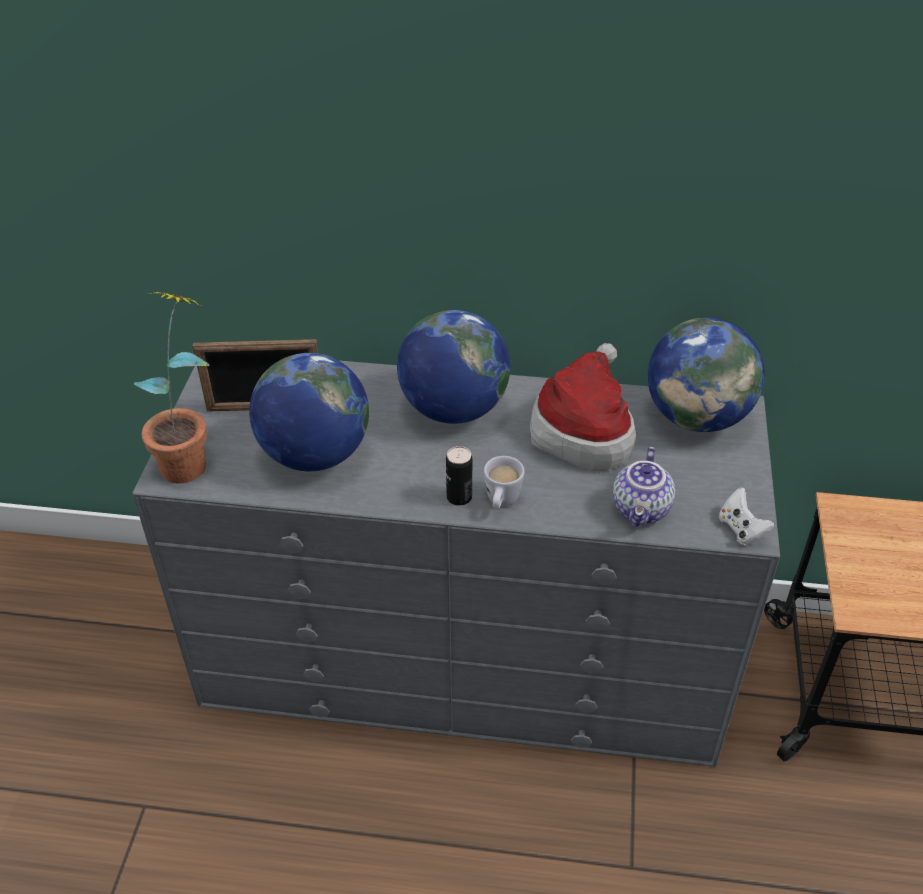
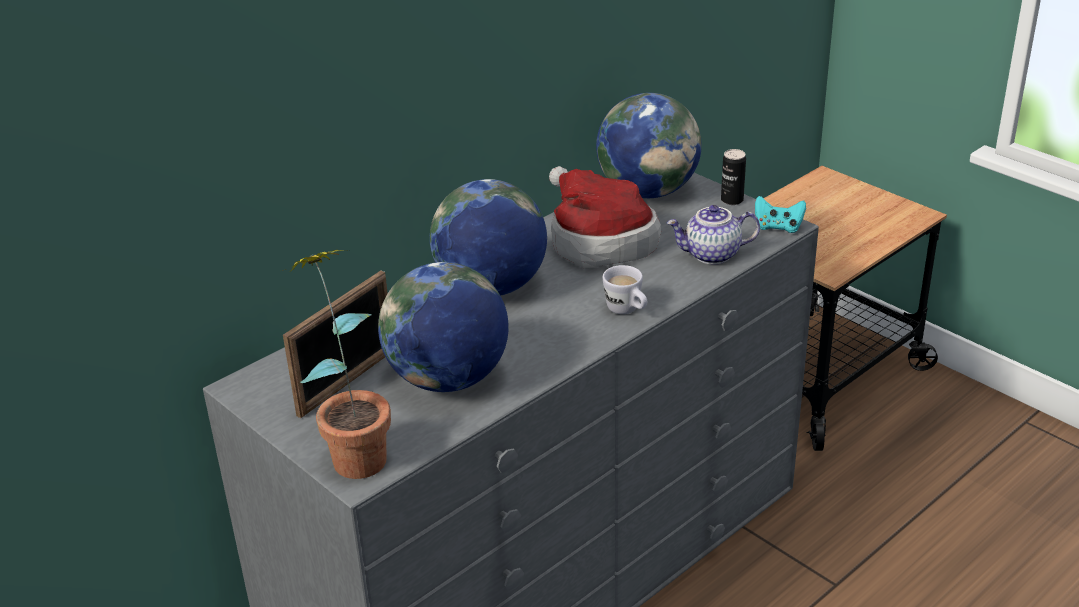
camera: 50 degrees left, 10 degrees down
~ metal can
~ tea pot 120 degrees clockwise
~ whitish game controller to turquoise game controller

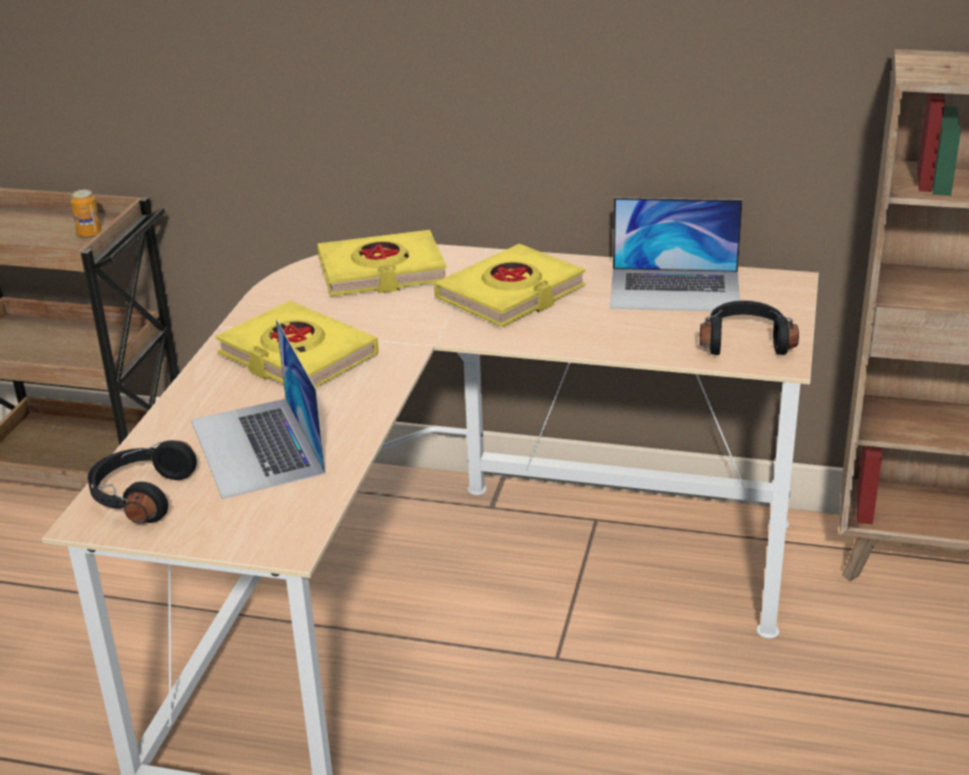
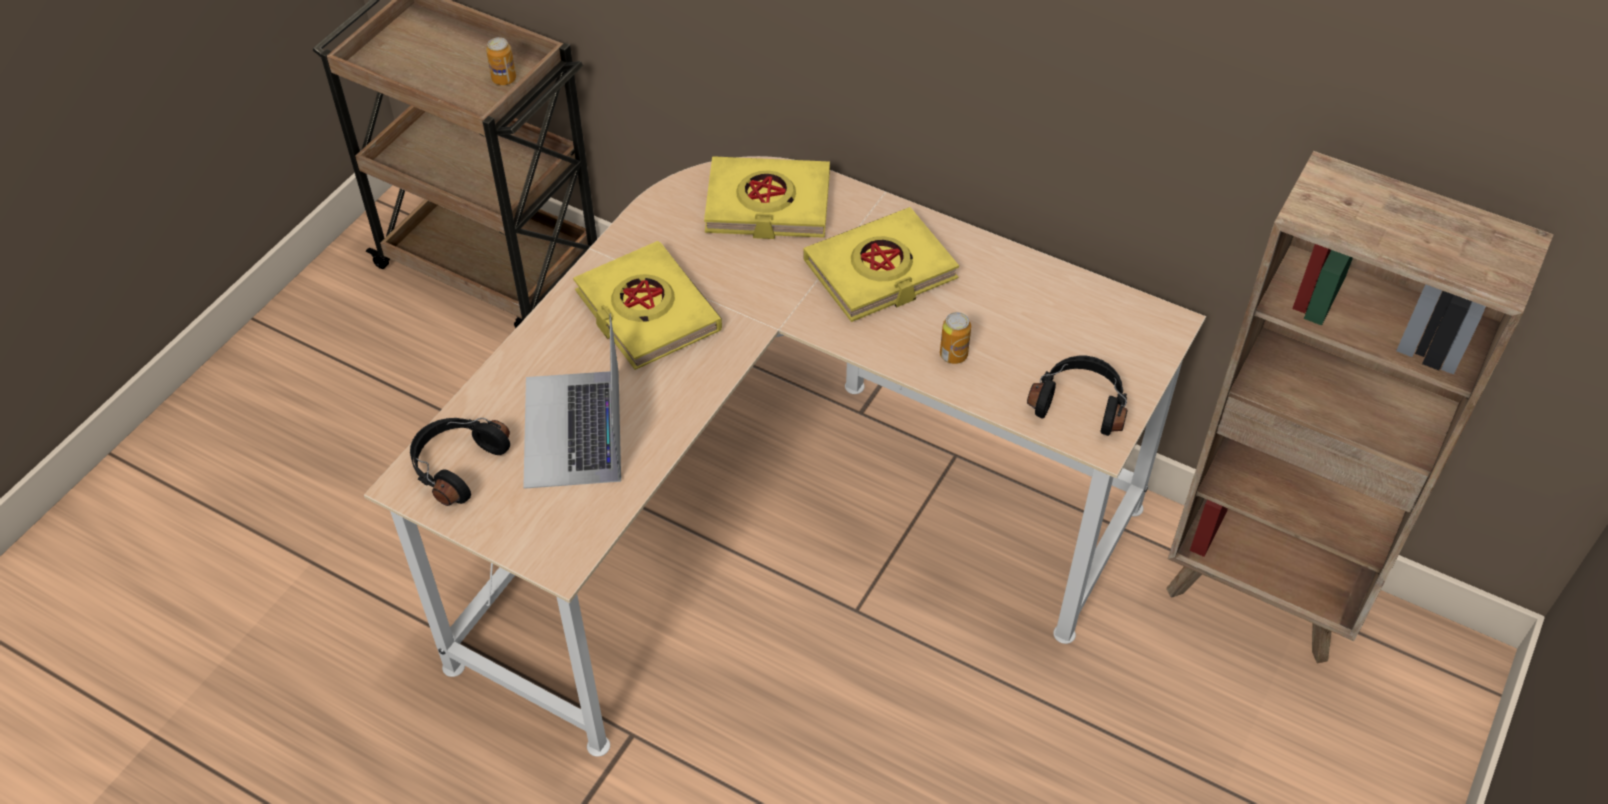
camera: 15 degrees right, 20 degrees up
- laptop (2nd from left)
+ metal can (2nd from left)

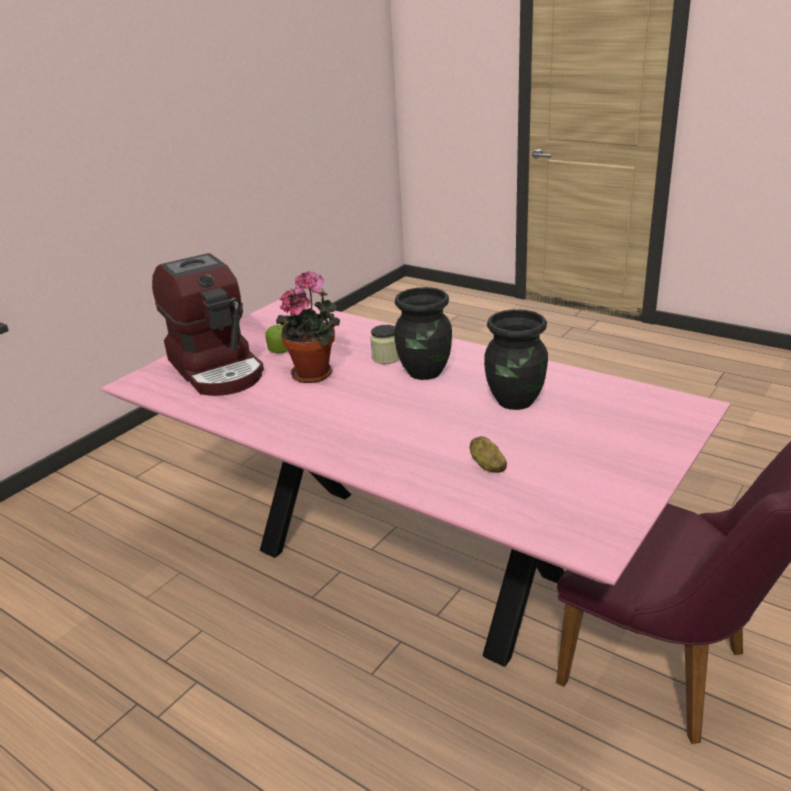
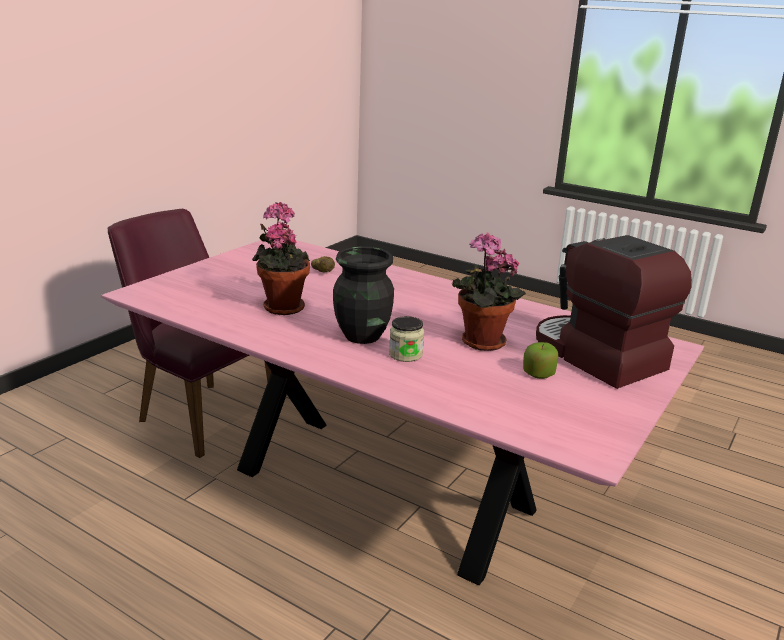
camera: 175 degrees right, 5 degrees down
~ black-coloured flower vase (2nd from left) to potted plant (1st from left)

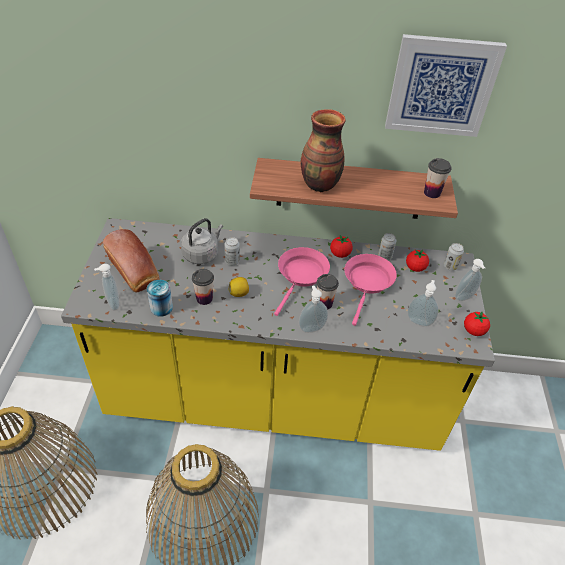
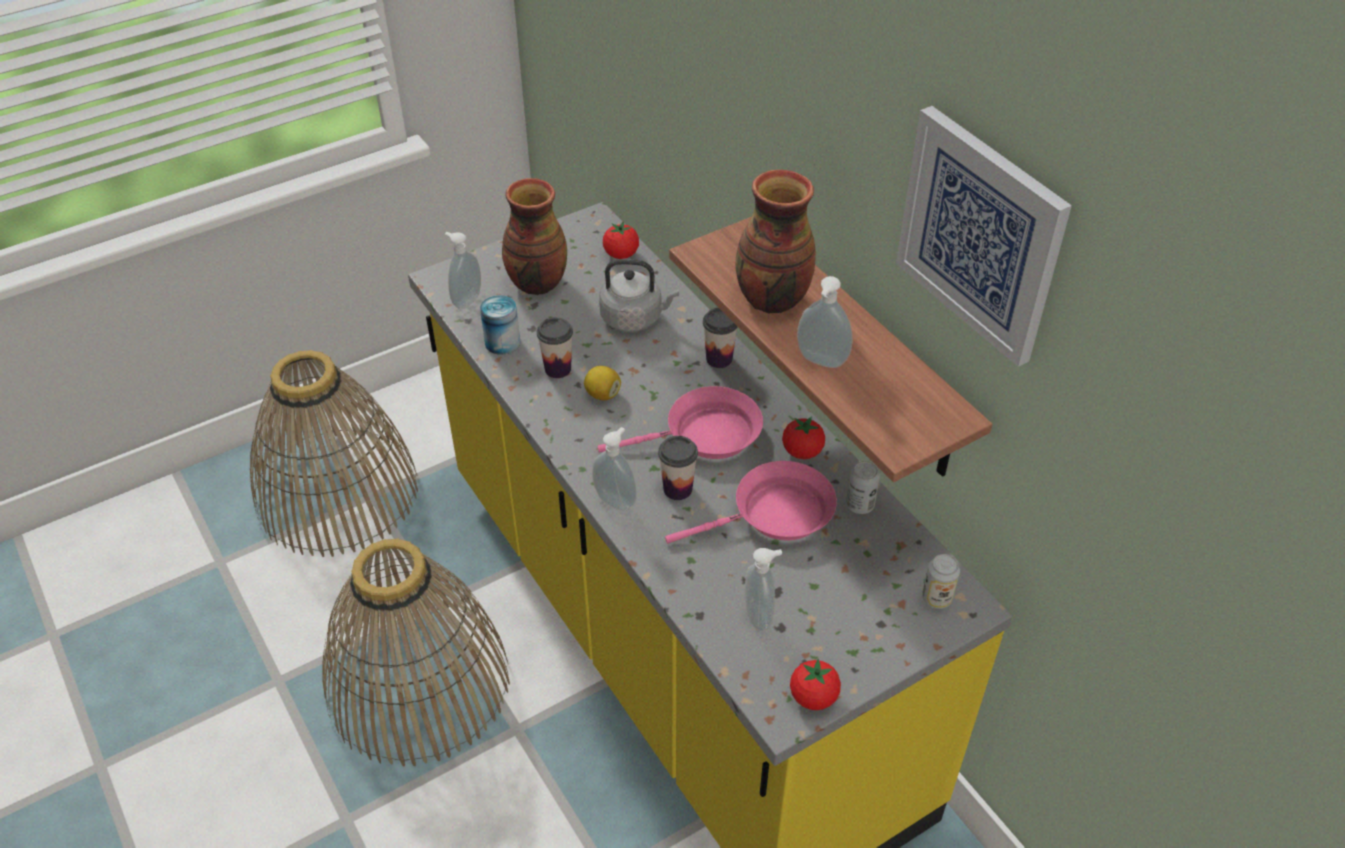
camera: 55 degrees right, 0 degrees up
~ drinking cup (3rd from left)
~ bread to flower vase (1st from left)
- metal can (2nd from left)
~ whole tomato (2nd from left in the first image) to whole tomato (1st from left)
~ liquid soap bottle (4th from left)

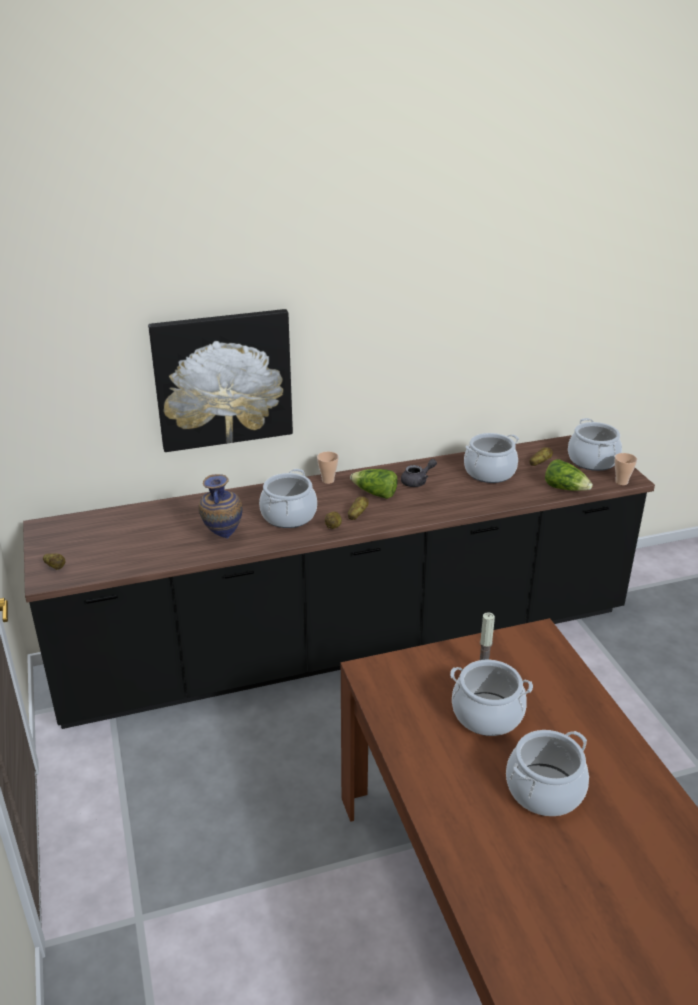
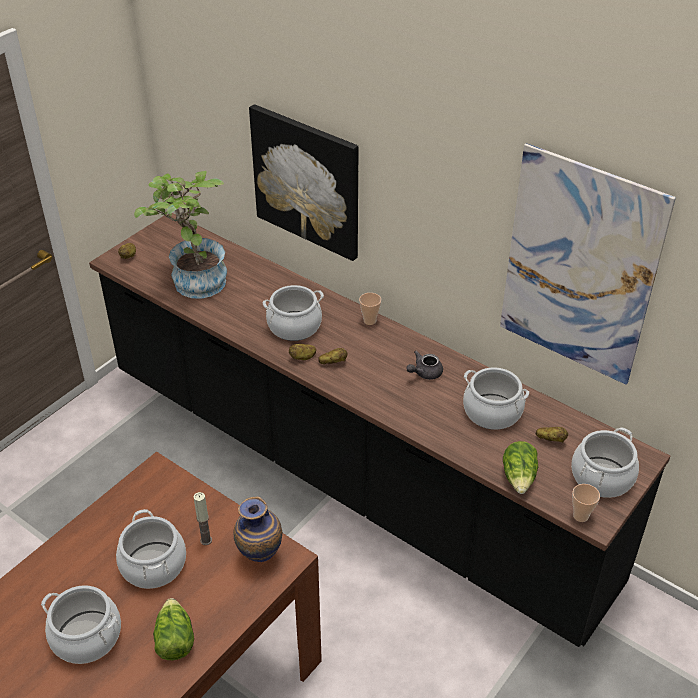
camera: 55 degrees right, 10 degrees up
~ grey tea pot 120 degrees clockwise
~ head of lettuce (1st from left)
~ flower vase
+ wall picture (2nd from left)
+ potted plant

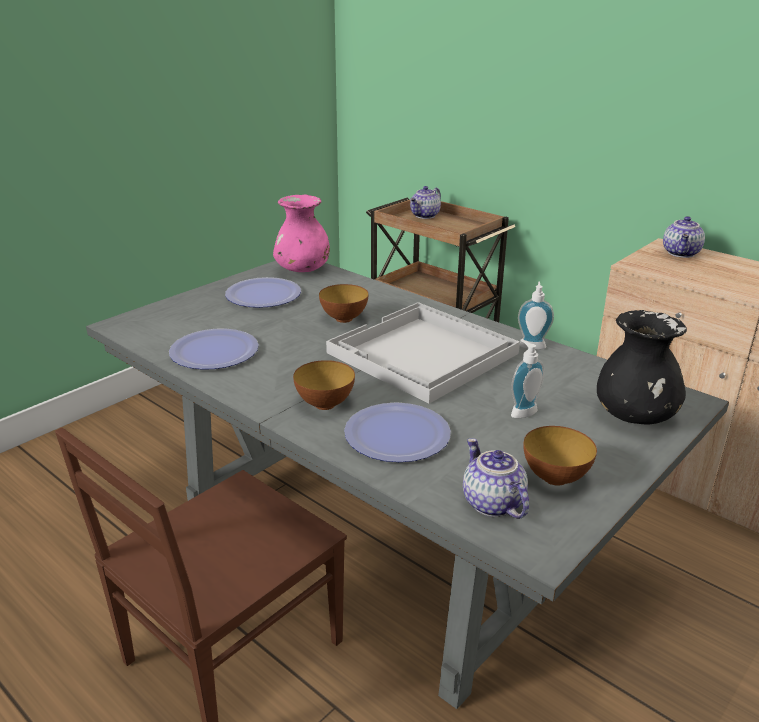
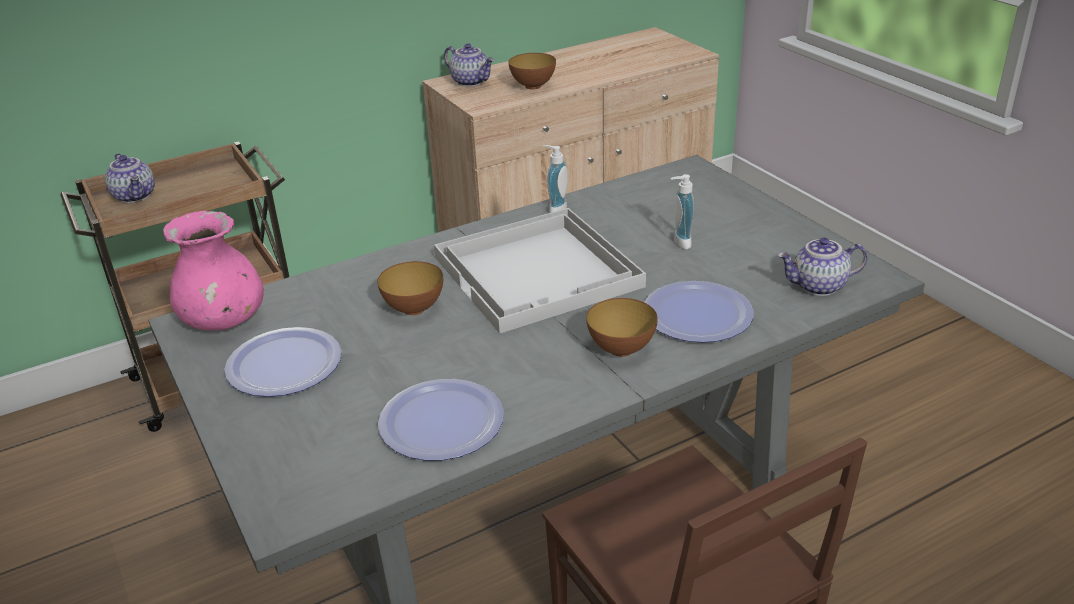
camera: 70 degrees left, 5 degrees up
- black-coloured flower vase
~ bowl (3rd from left in the first image) to bowl (2nd from left)

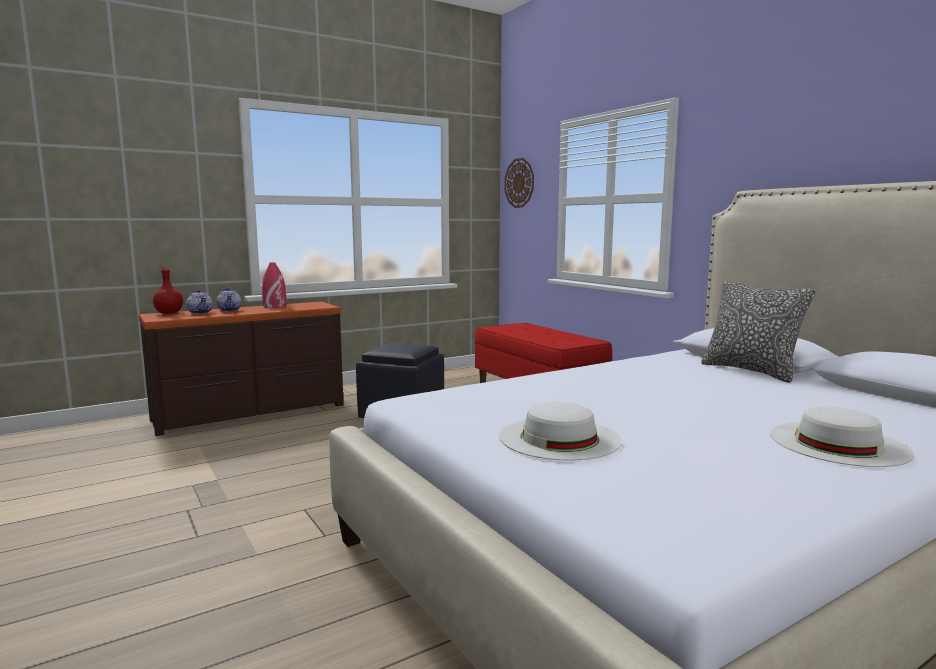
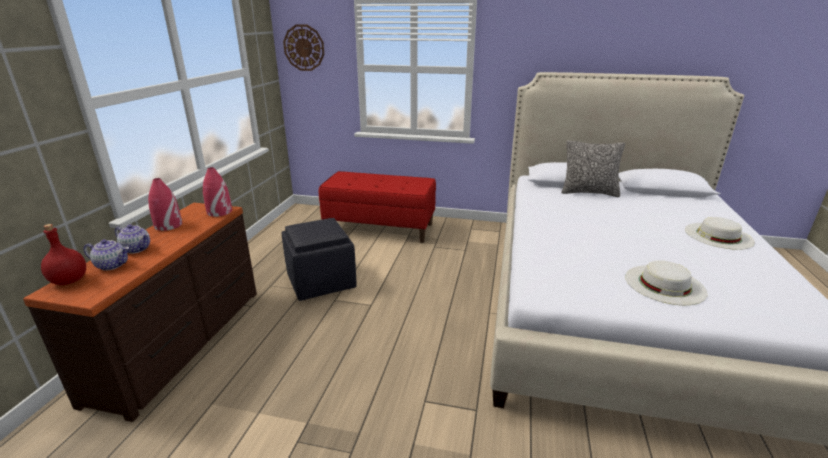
camera: 45 degrees left, 15 degrees up
+ reddish flower vase (2nd from left)

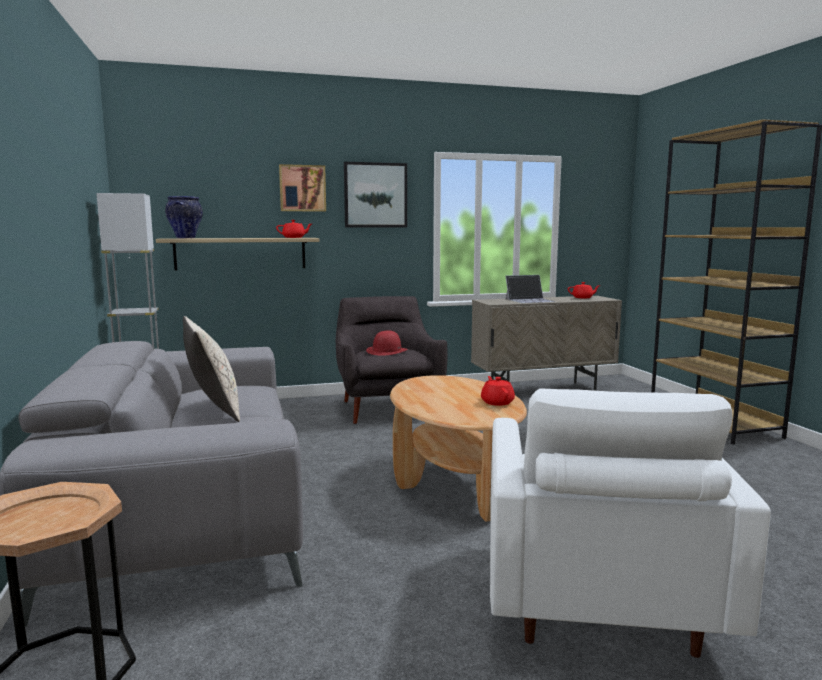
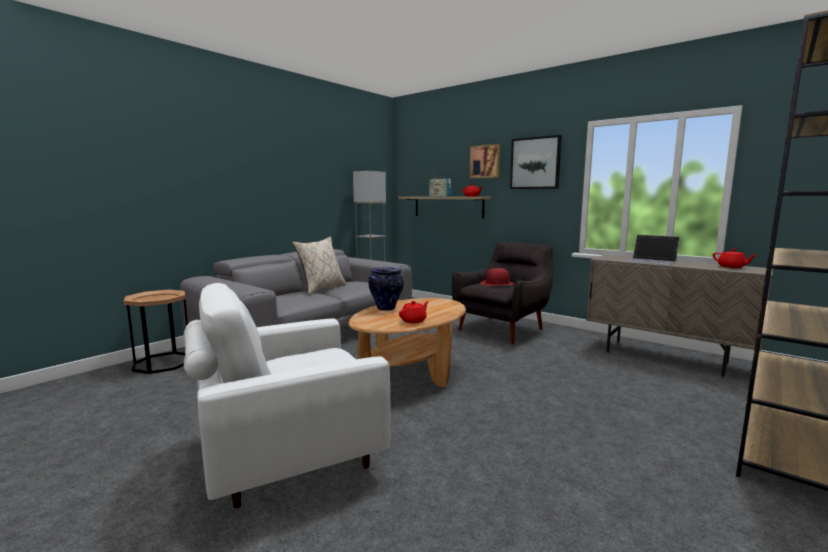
camera: 55 degrees right, 0 degrees up
~ flower vase
+ radio receiver

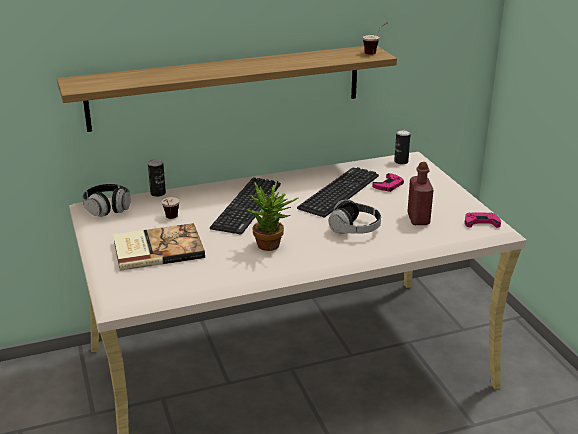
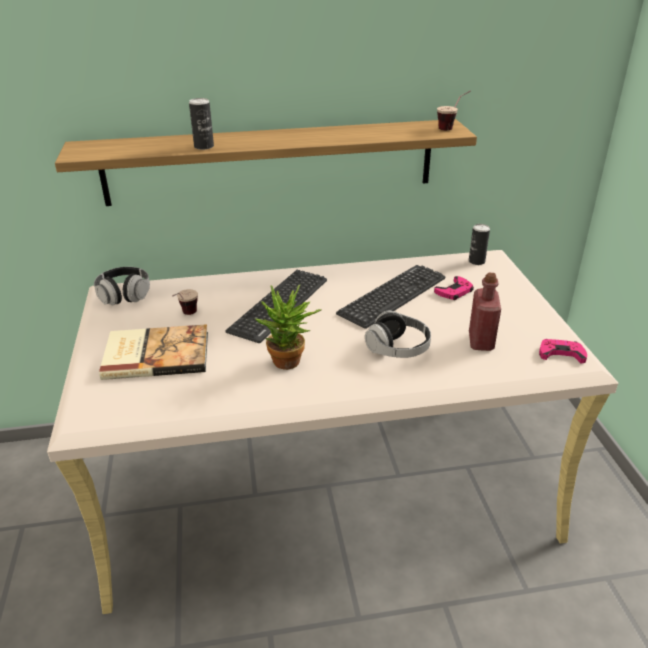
camera: 10 degrees right, 5 degrees up
~ metal can (1st from left)

